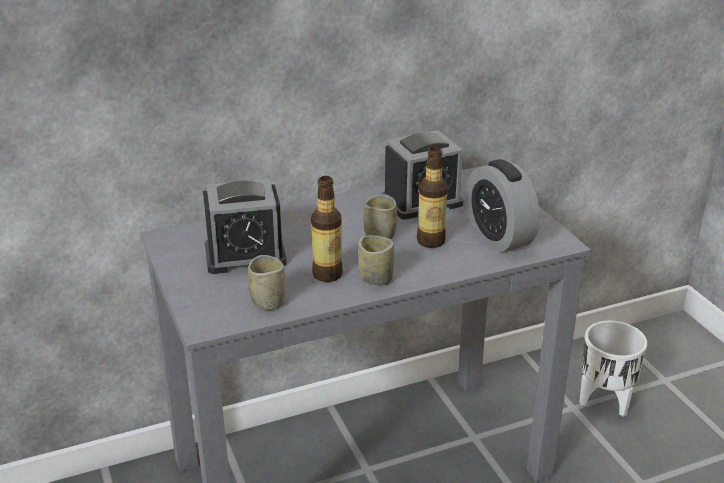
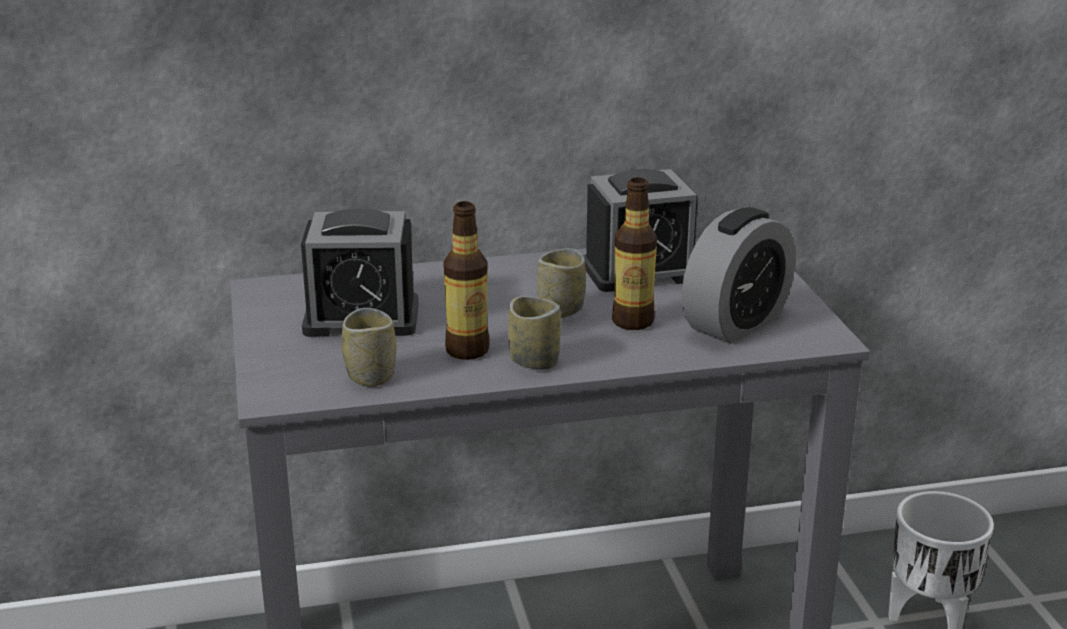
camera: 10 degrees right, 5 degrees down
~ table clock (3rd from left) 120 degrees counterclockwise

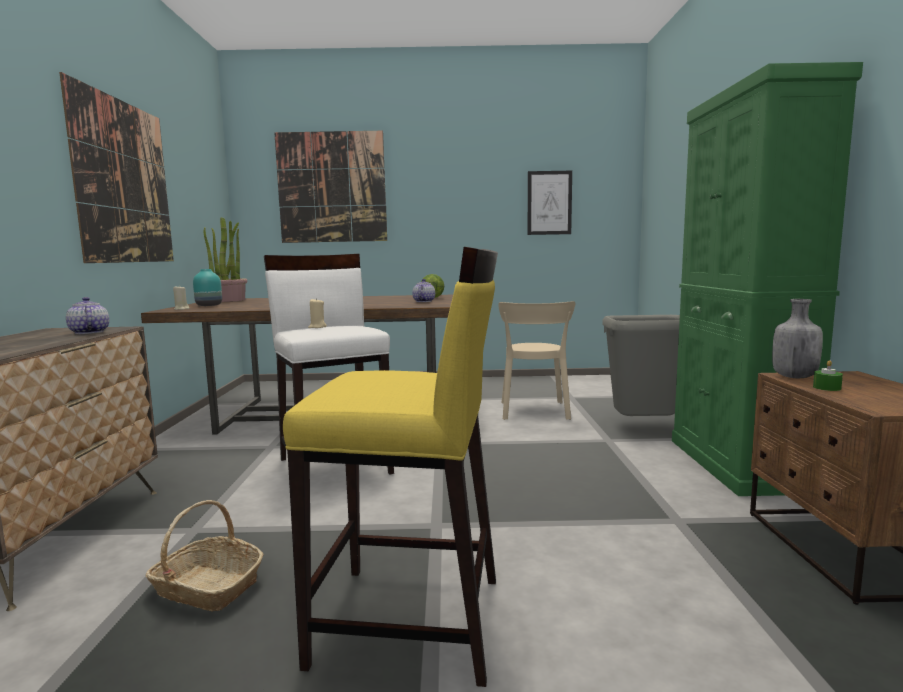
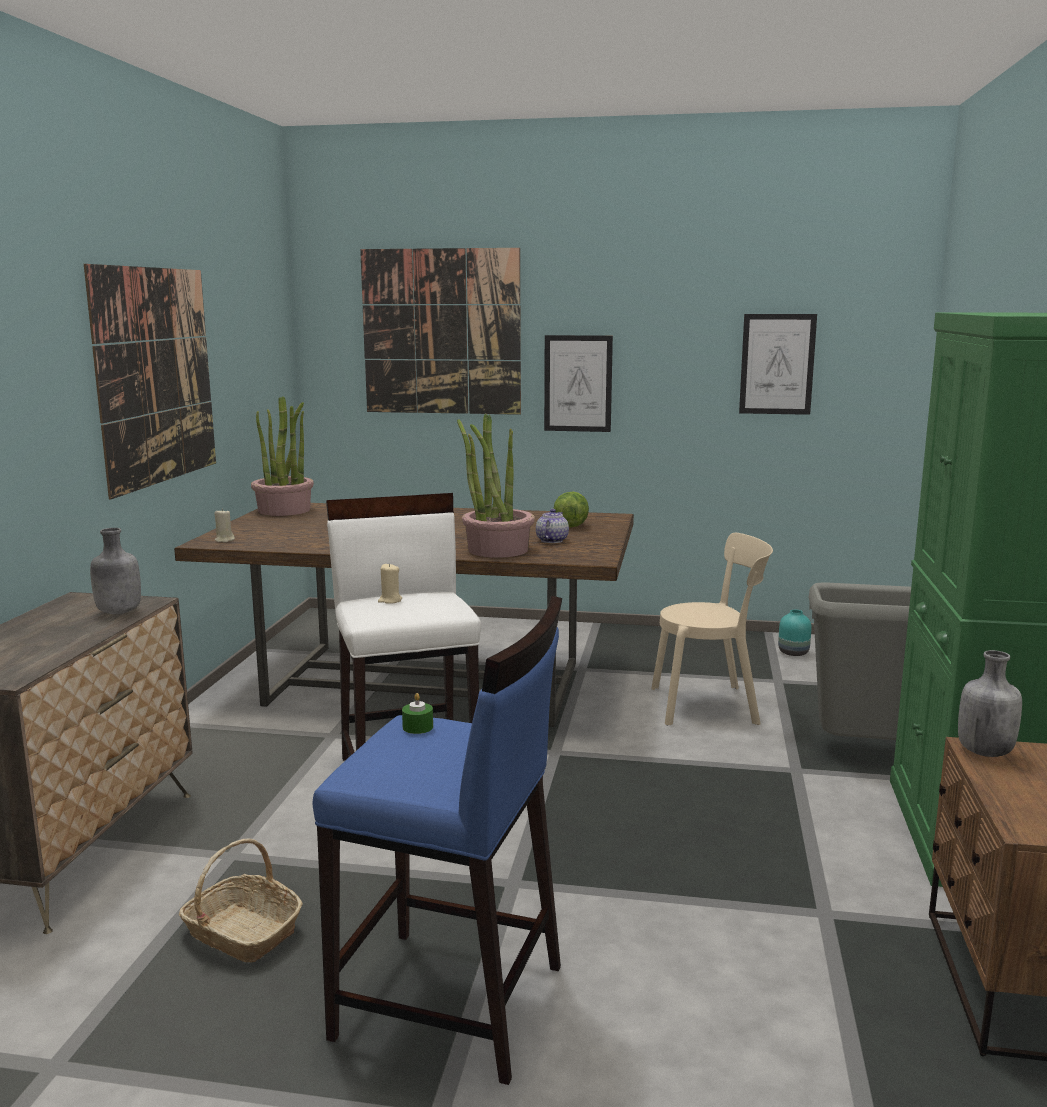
camera: 10 degrees right, 5 degrees up
~ yellow stool to blue stool
~ turquoise flower vase
~ tea pot (1st from left) to grey drink bottle (1st from left)
~ beige-coloured upright chair 105 degrees counterclockwise
~ greenish wax candle
+ wall picture (3rd from left)
+ potted plant (2nd from left)

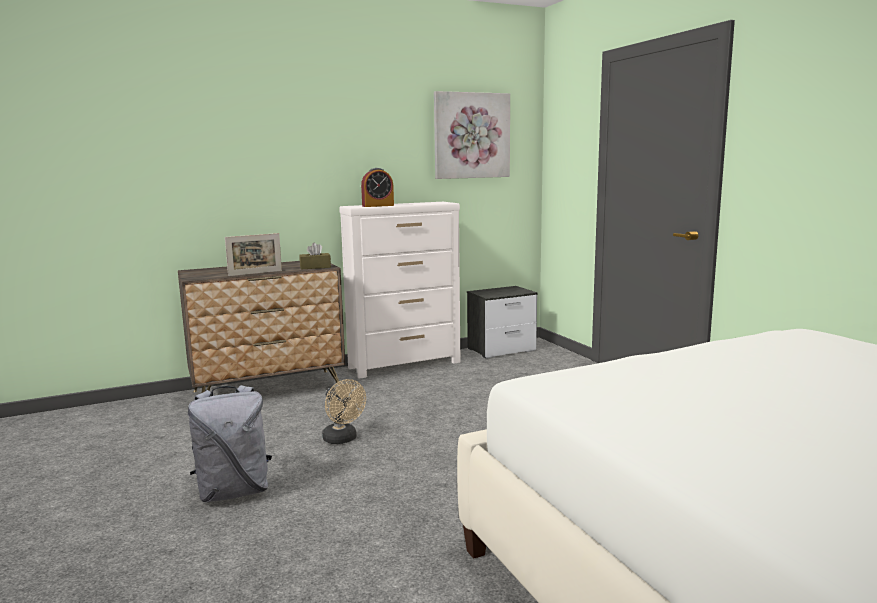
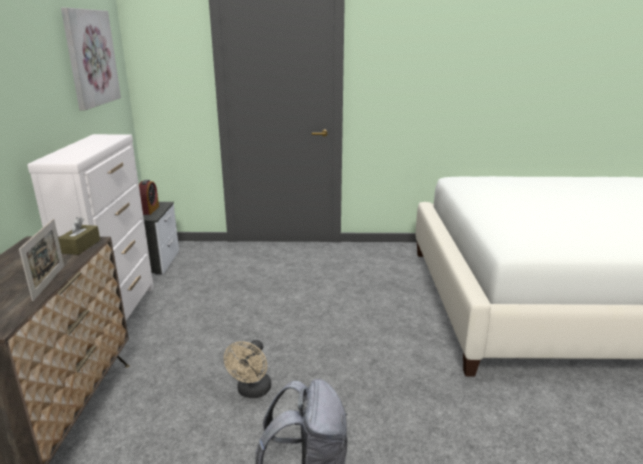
camera: 65 degrees left, 10 degrees up
~ table clock
~ beige-coloured fan 120 degrees clockwise

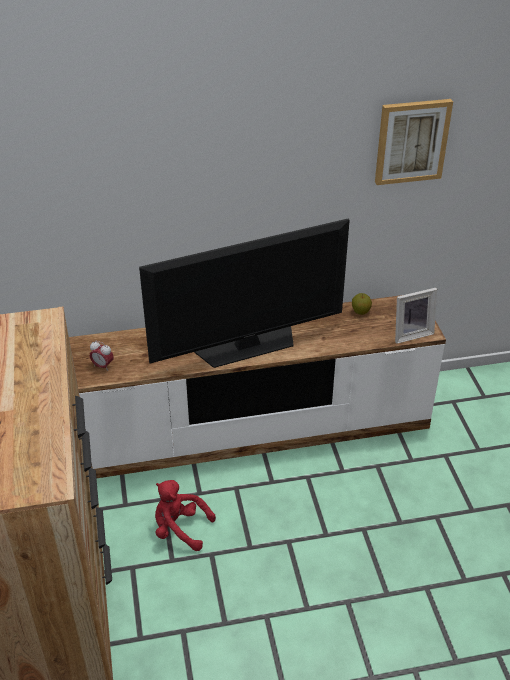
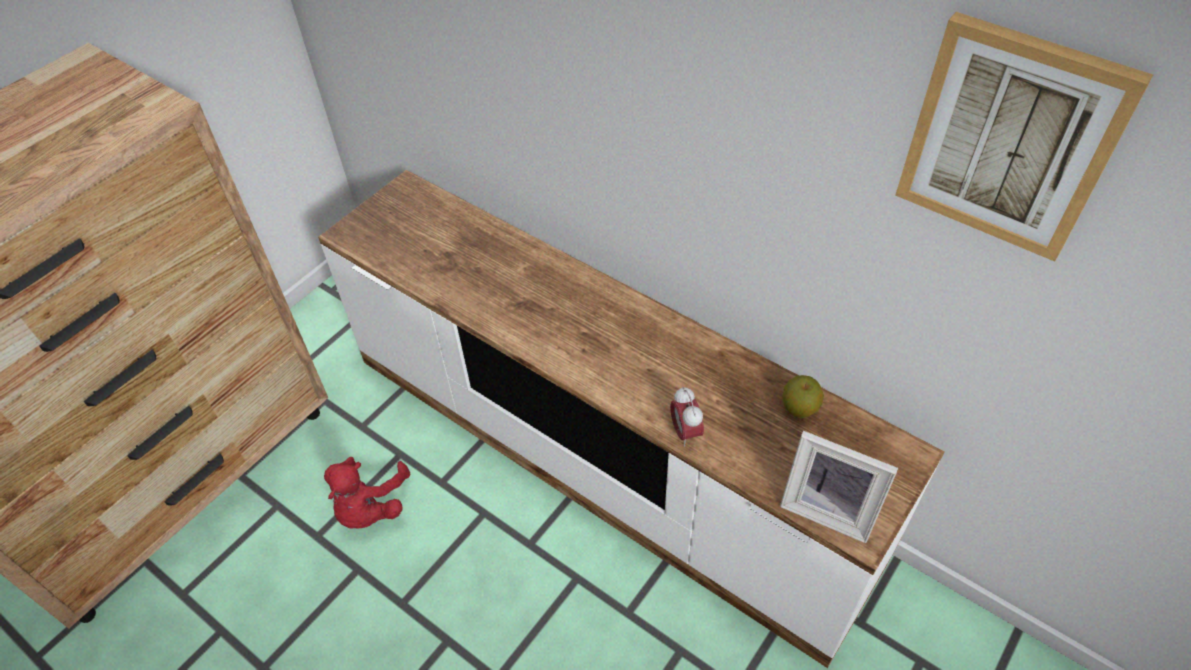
camera: 50 degrees right, 10 degrees up
- TV set
~ table clock
~ reddish plush toy 150 degrees counterclockwise

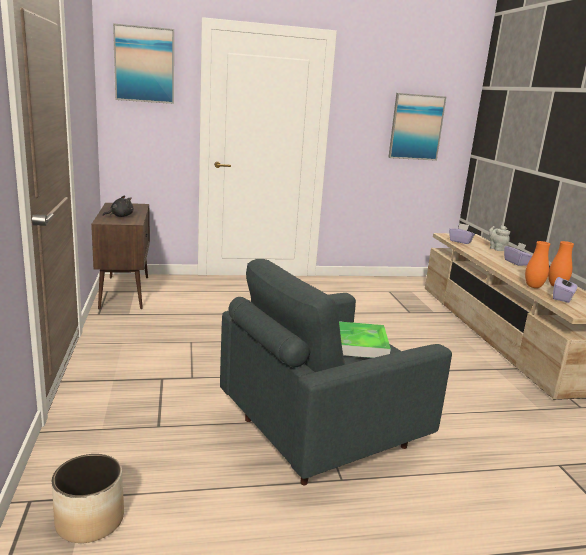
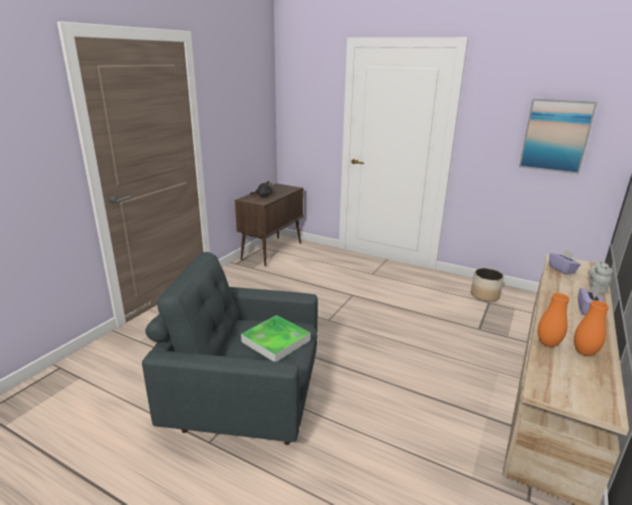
camera: 40 degrees right, 5 degrees up
- wall picture (1st from left)
- purple box of tissues (3rd from left)
~ planter

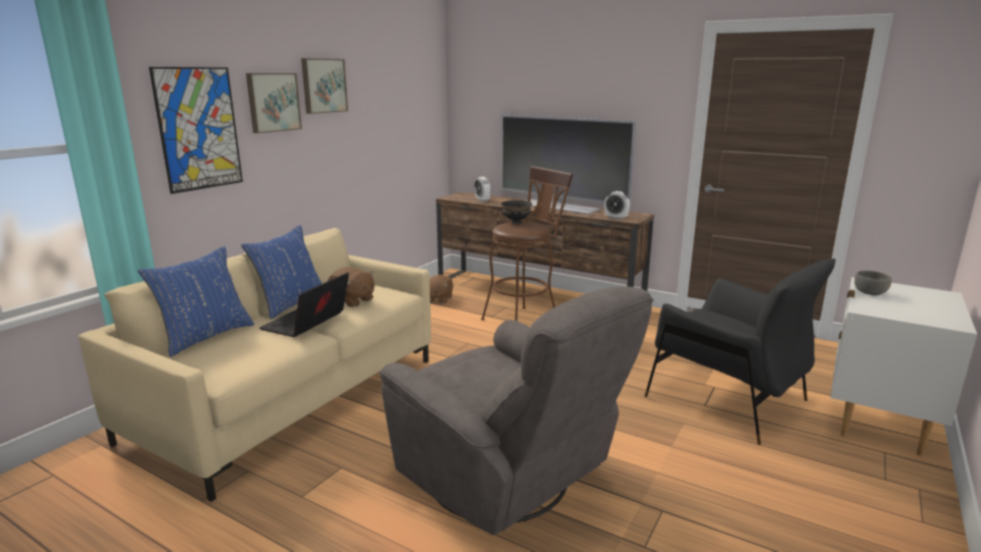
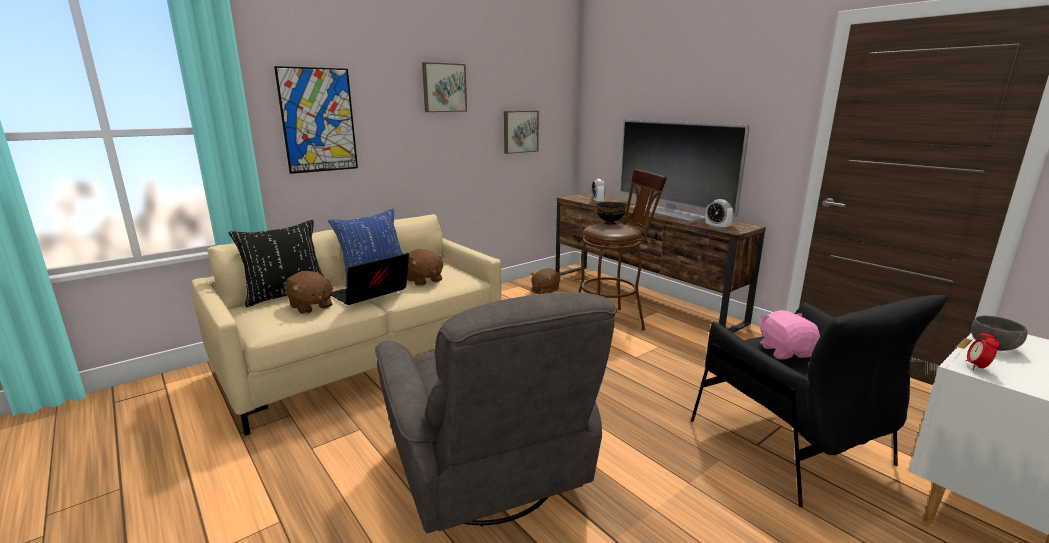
camera: 20 degrees right, 0 degrees up
~ wall picture (2nd from left in the first image) to wall picture (3rd from left)
~ blue cushion (1st from left) to black-coloured cushion
+ brown-coloured plush toy (1st from left)
+ pink plush toy
+ table clock (3rd from left)

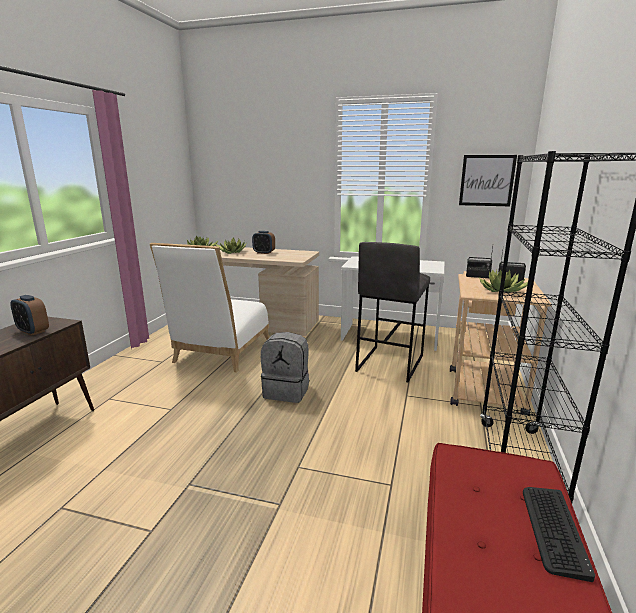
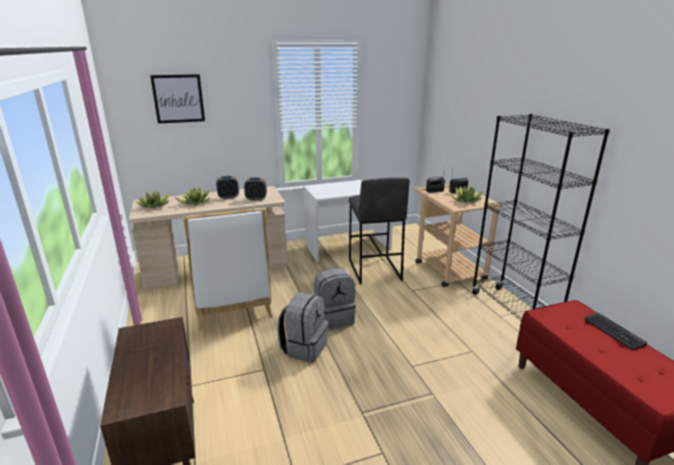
camera: 35 degrees left, 5 degrees up
~ wall picture
~ table clock (1st from left in the first image) to table clock (2nd from left)
+ grey knapsack (1st from left)

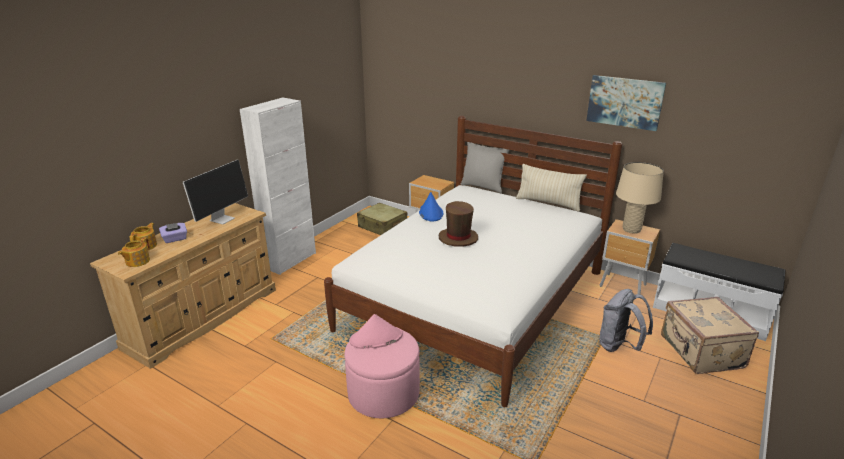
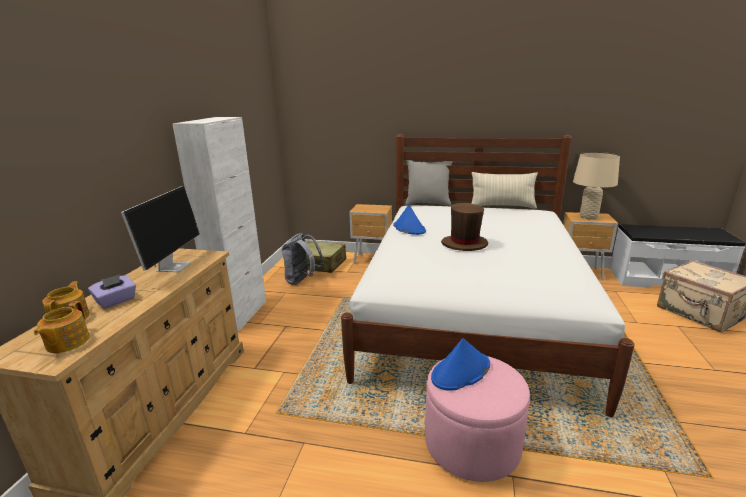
camera: 20 degrees left, 5 degrees down
- wall picture
~ grey knapsack
~ pink wearable hat to blue wearable hat (2nd from left)

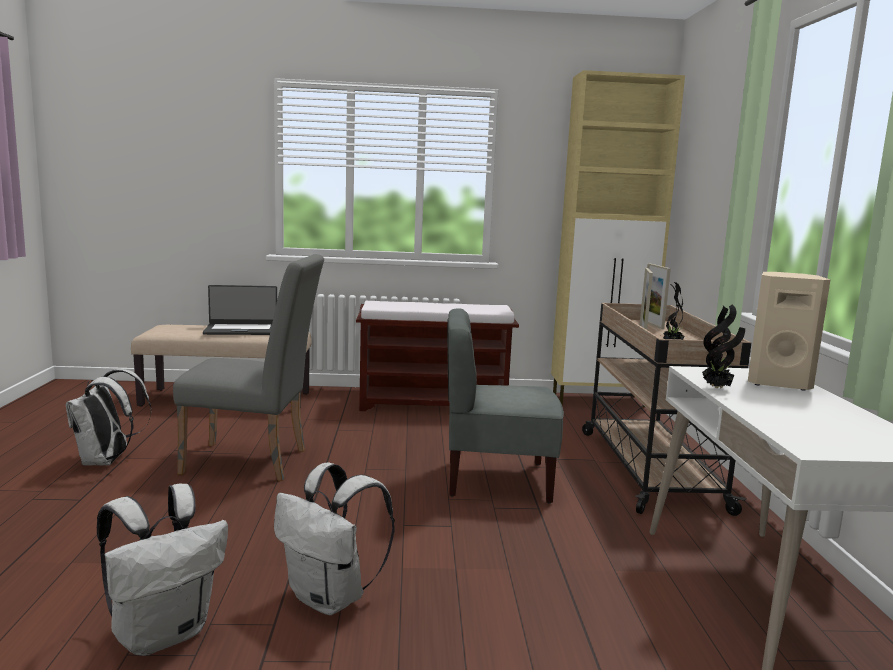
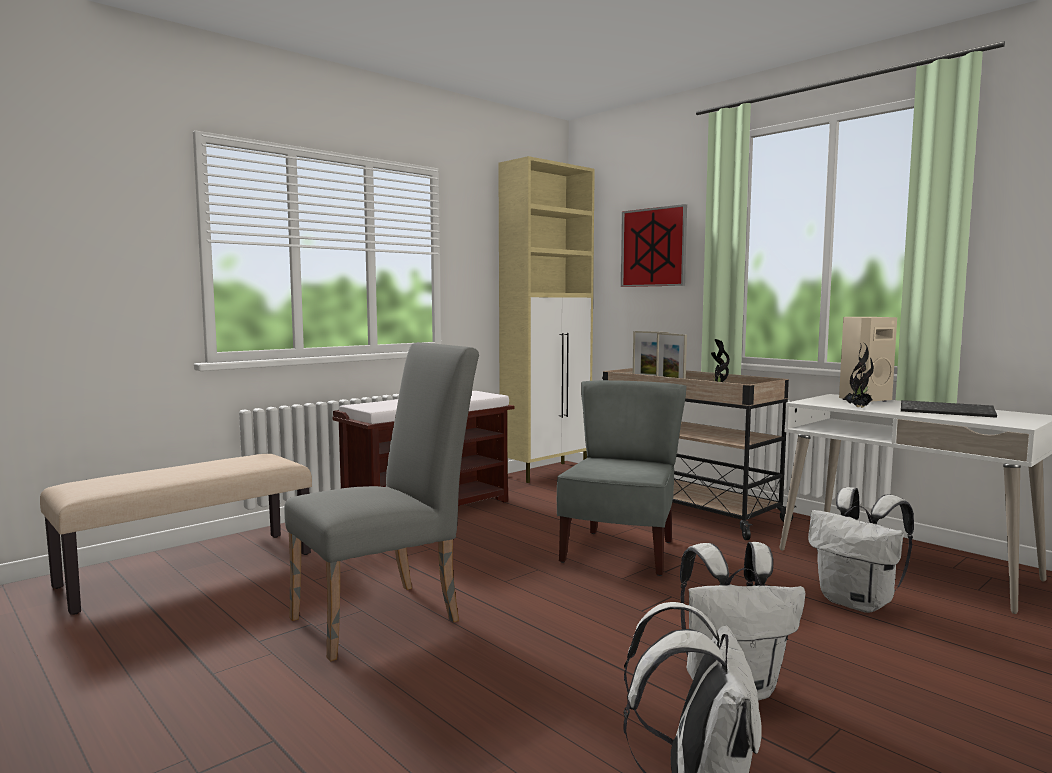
camera: 40 degrees left, 5 degrees down
- laptop
~ grey upright chair (2nd from left) 150 degrees clockwise
~ whitish knapsack (1st from left in the first image) to whitish knapsack (3rd from left)
+ wall picture
+ keyboard

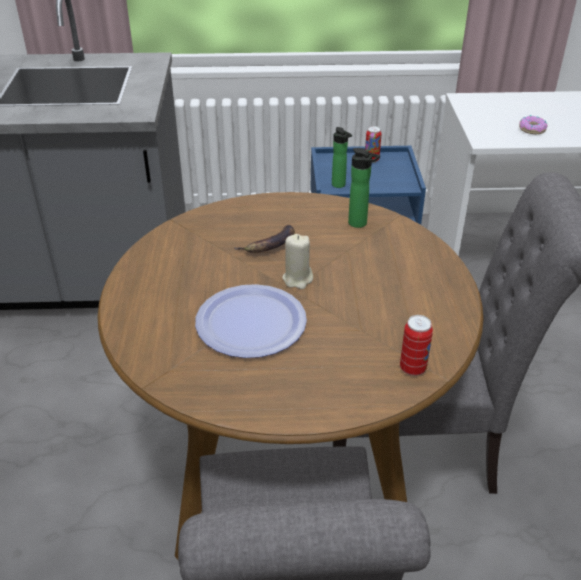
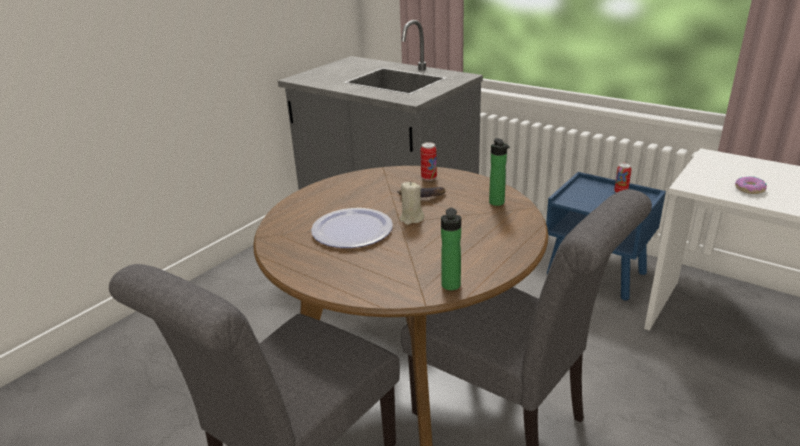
camera: 40 degrees right, 10 degrees down
~ drink bottle (1st from left)
~ metal can (2nd from left in the first image) to metal can (1st from left)

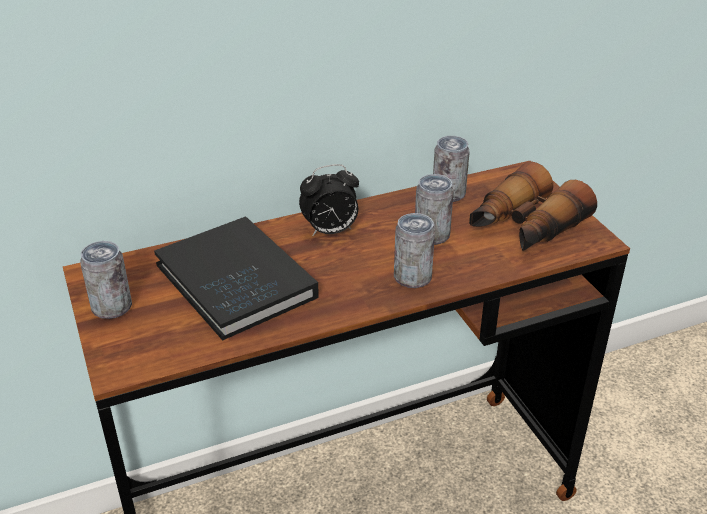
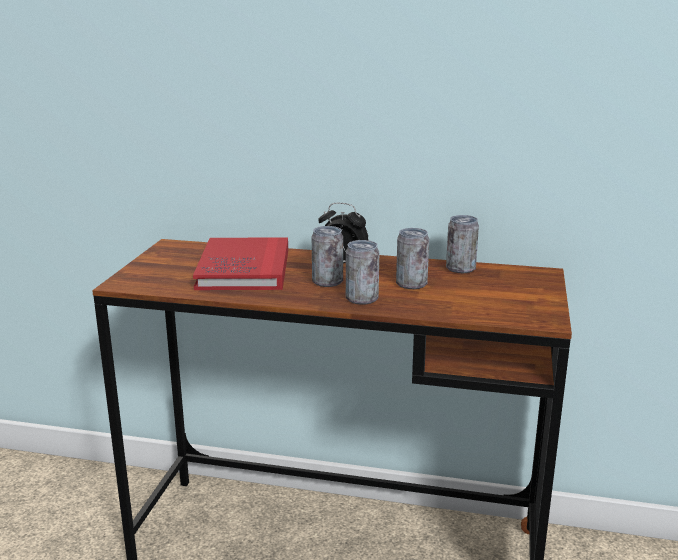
camera: 35 degrees right, 15 degrees down
- field glasses
~ black-coloured bound book to reddish bound book
~ metal can (1st from left)

